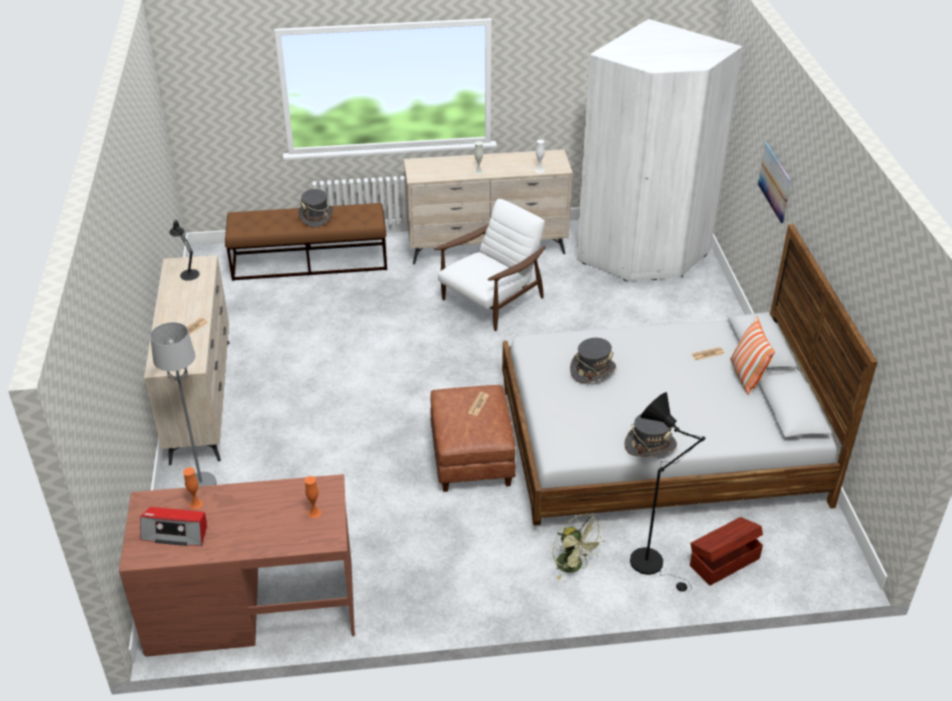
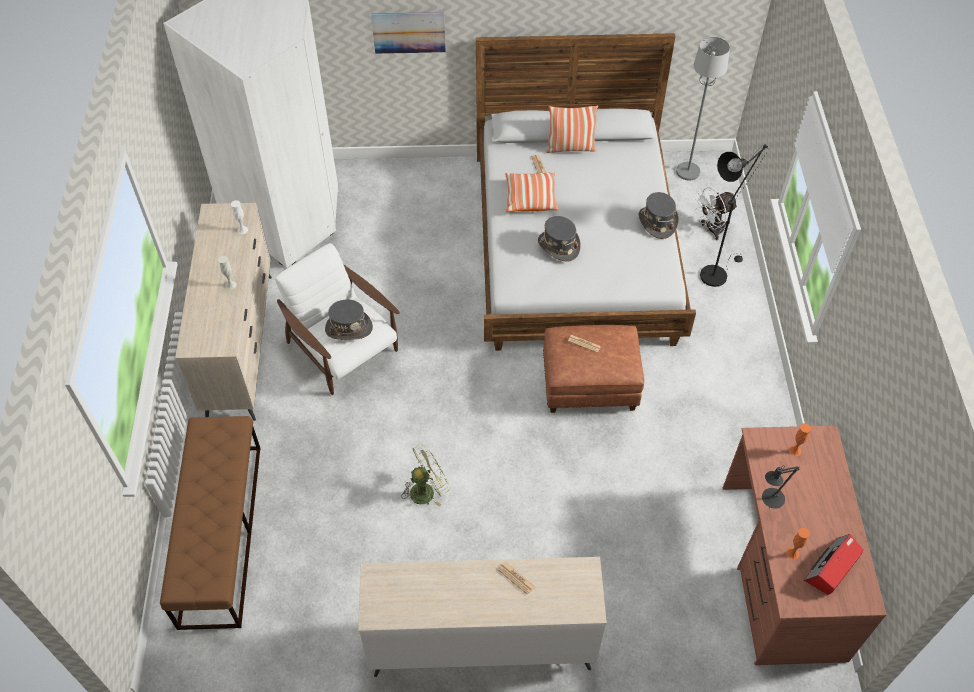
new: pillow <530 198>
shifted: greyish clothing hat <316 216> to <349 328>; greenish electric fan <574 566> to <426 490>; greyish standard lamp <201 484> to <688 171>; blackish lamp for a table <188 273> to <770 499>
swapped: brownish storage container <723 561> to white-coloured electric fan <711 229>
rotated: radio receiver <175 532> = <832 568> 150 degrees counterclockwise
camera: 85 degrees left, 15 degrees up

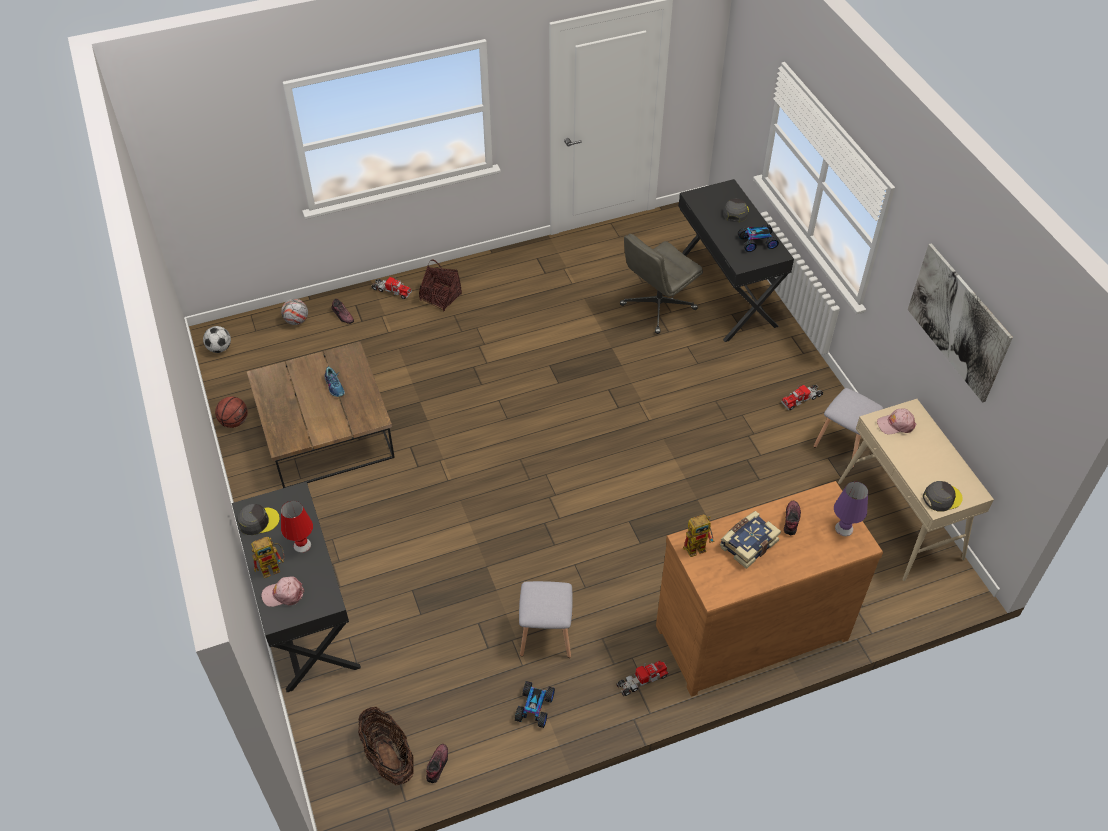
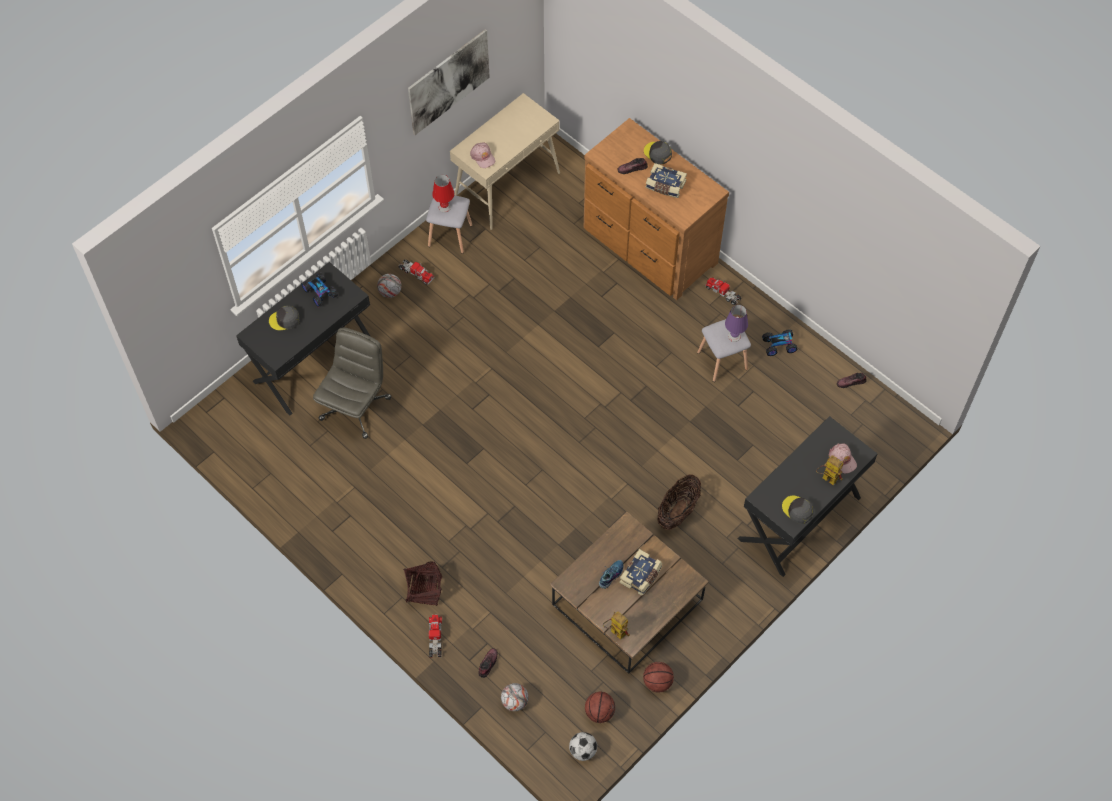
new: football ball <390 292>; basketball ball <599 712>; volume <641 576>
shifted: reddish lamp for a table <302 545> to <444 207>; toy robot <698 546> to <615 631>; greyish peaked cap <941 498> to <657 153>; household basket <388 757> to <677 511>; purple-coloured lamp for a table <844 528> to <734 336>
rotated: greyish office chair <657 307> = <355 407> 90 degrees counterclockwise
camera: 115 degrees left, 10 degrees up

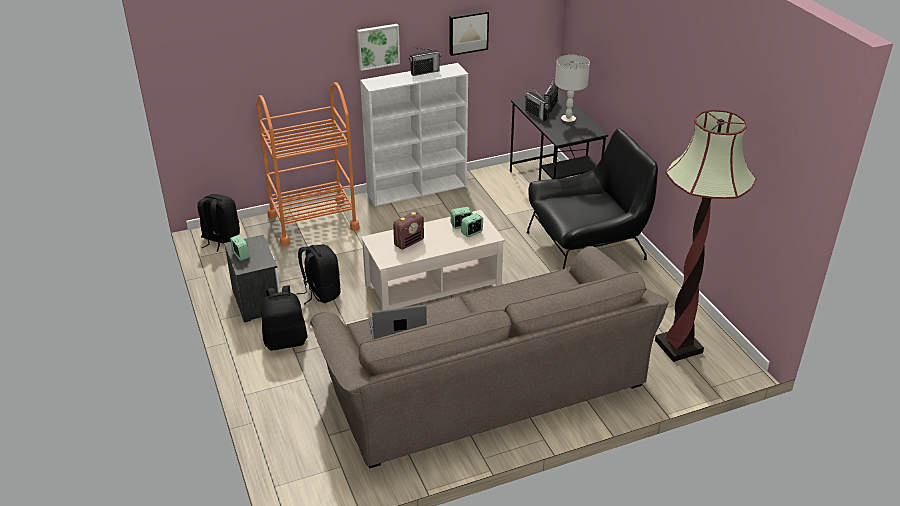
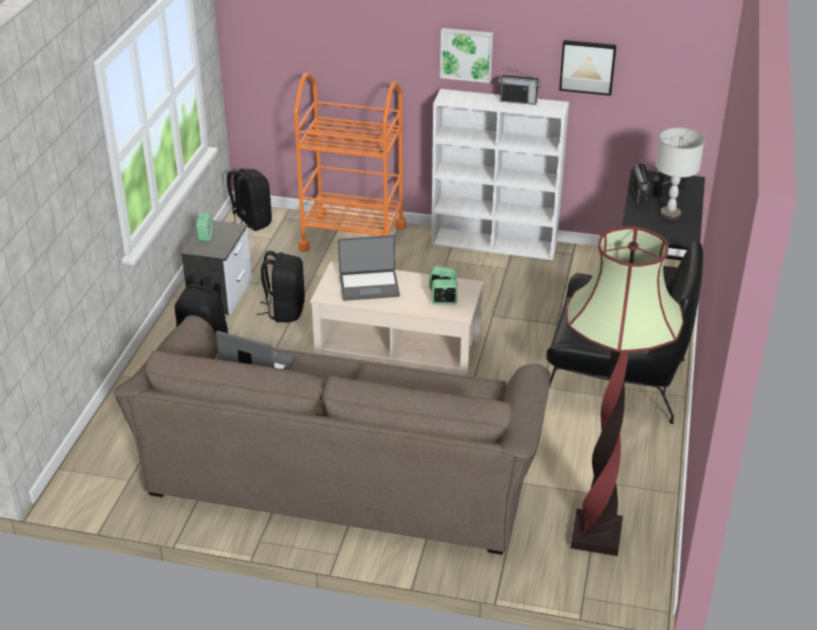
swapped: radio receiver <409 242> to portable computer <369 286>
camera: 35 degrees right, 0 degrees up

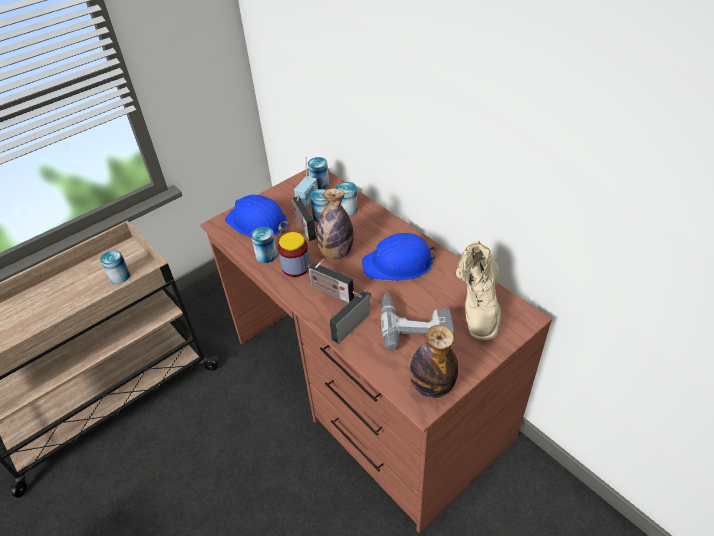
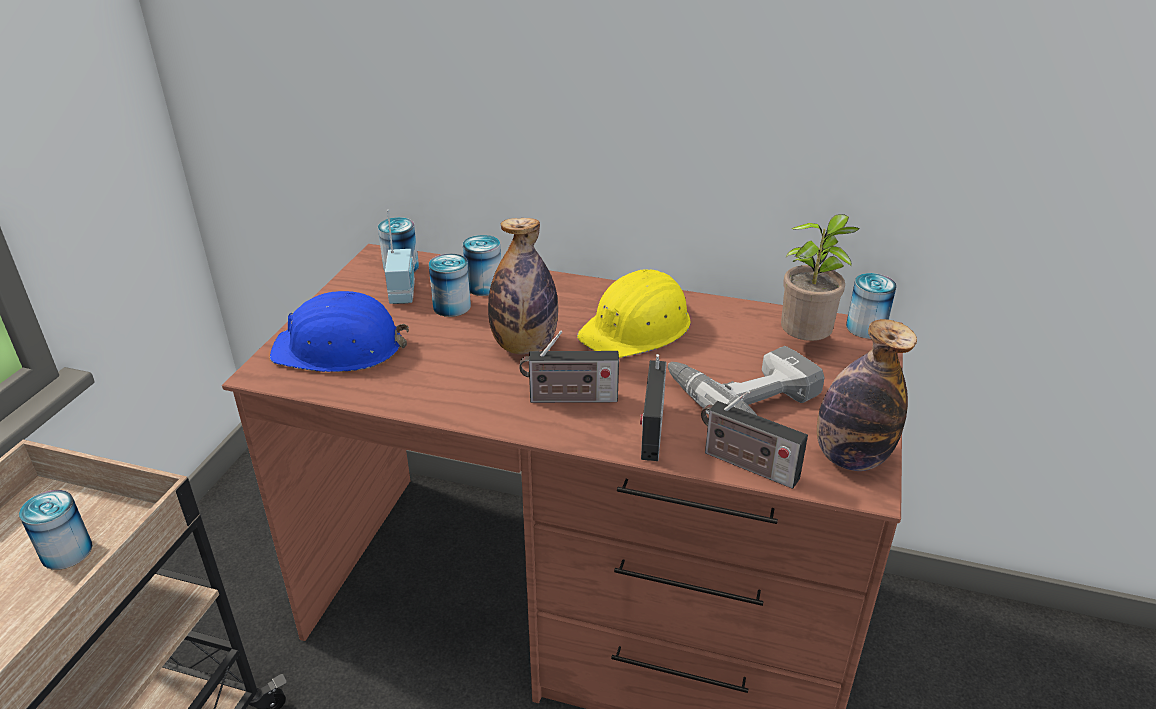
gone: preserve jar <296 267>
shifted: radio receiver <304 226> to <746 465>; metal can <266 255> to <866 327>
swapped: beige high-top boot <479 309> to houseplant <806 344>
repainted: bluish work helmet <399 264> to yellow-coloured work helmet <637 328>
camera: 35 degrees left, 10 degrees down

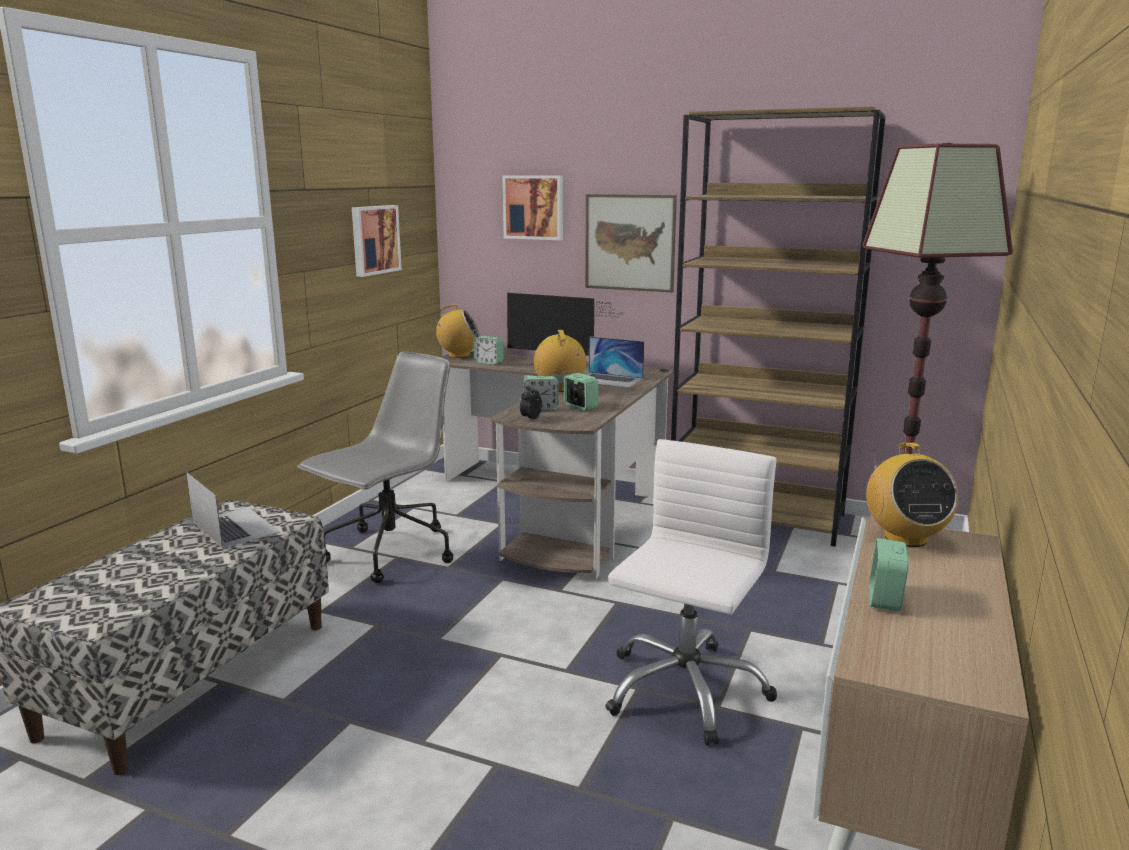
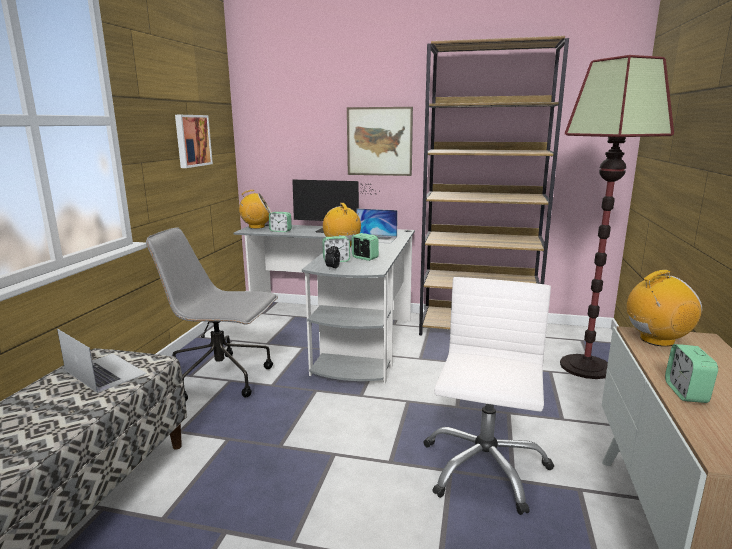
gone: wall picture <534 207>
repainted: brownish desk table <560 507> to greyish desk table <341 331>
rotated: greyish office chair <389 554> = <223 378> 105 degrees counterclockwise; radio receiver <905 538> = <656 340> 90 degrees counterclockwise
camera: 10 degrees left, 0 degrees up

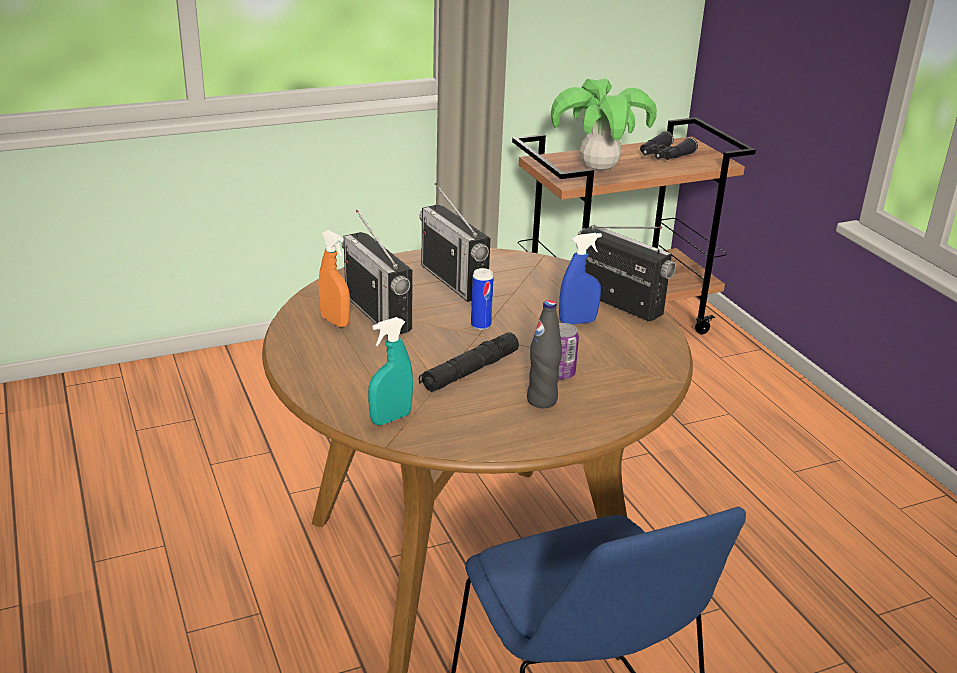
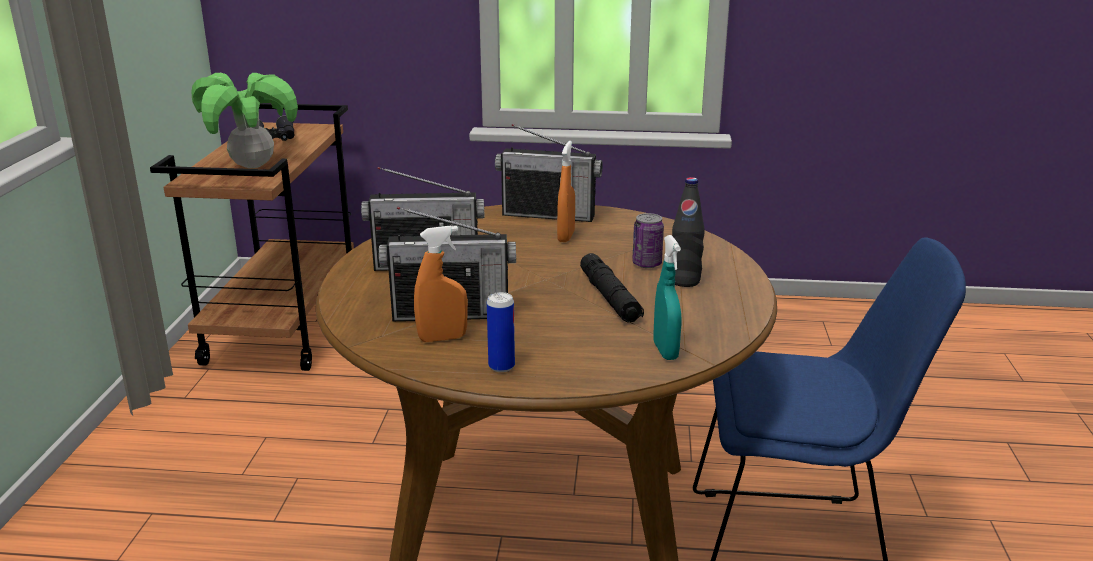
shifted: metal can <481 325> to <501 366>
repainted: bluish sprayer <577 322> to orangey sprayer <566 236>
rotated: radio receiver <617 302> = <548 215> 150 degrees counterclockwise
camera: 60 degrees left, 5 degrees down

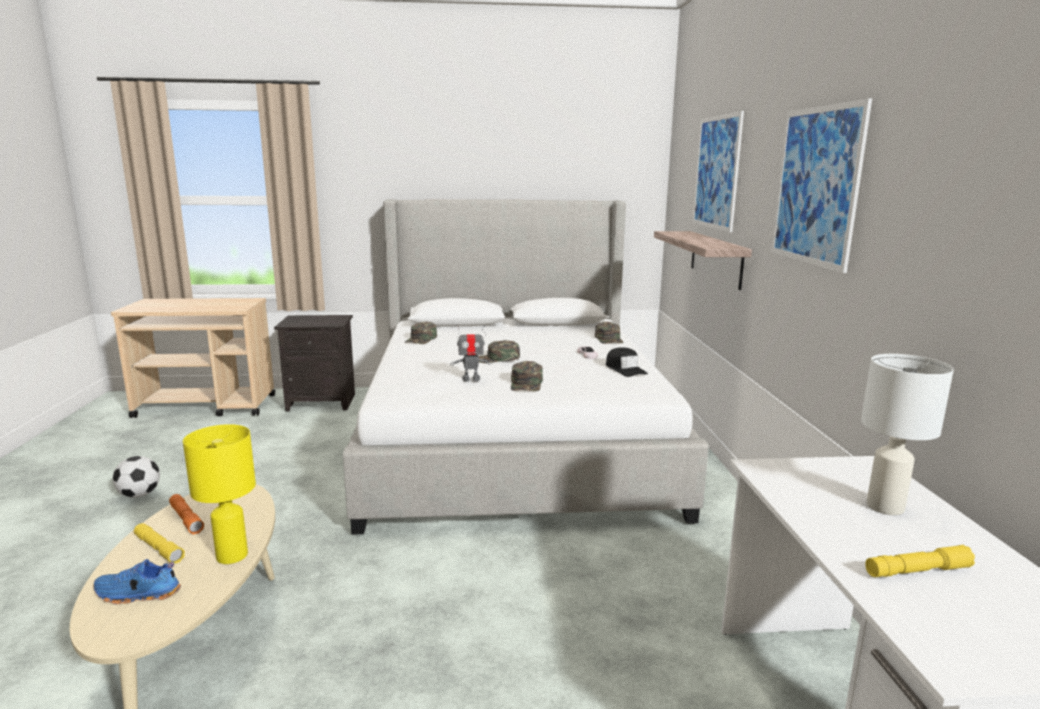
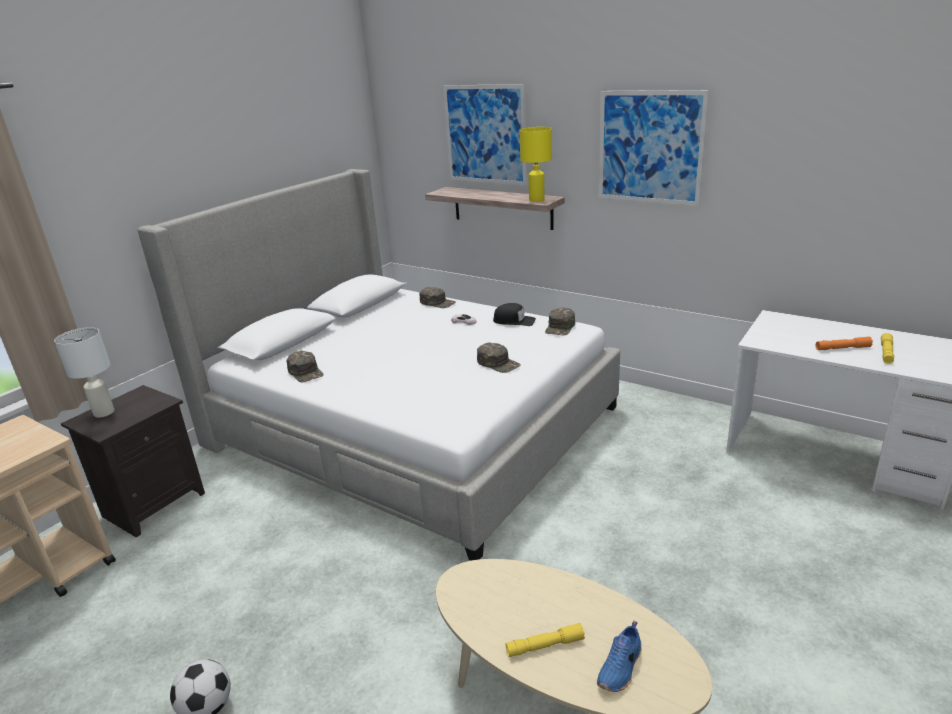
gone: toy robot <471 379>
shifted: white-coloured lamp for a table <884 506> to <103 413>; yellow-coloured lamp for a table <233 555> to <536 199>; greenish peaked cap <496 358> to <560 327>; orangey flashlight <186 519> to <842 348>
camera: 50 degrees left, 10 degrees up

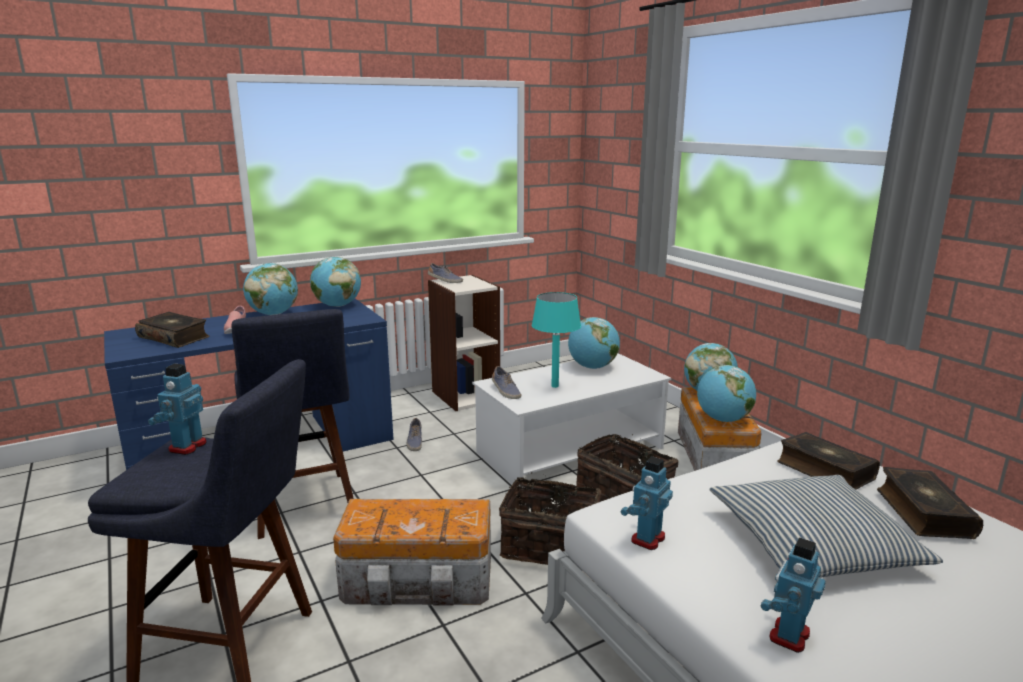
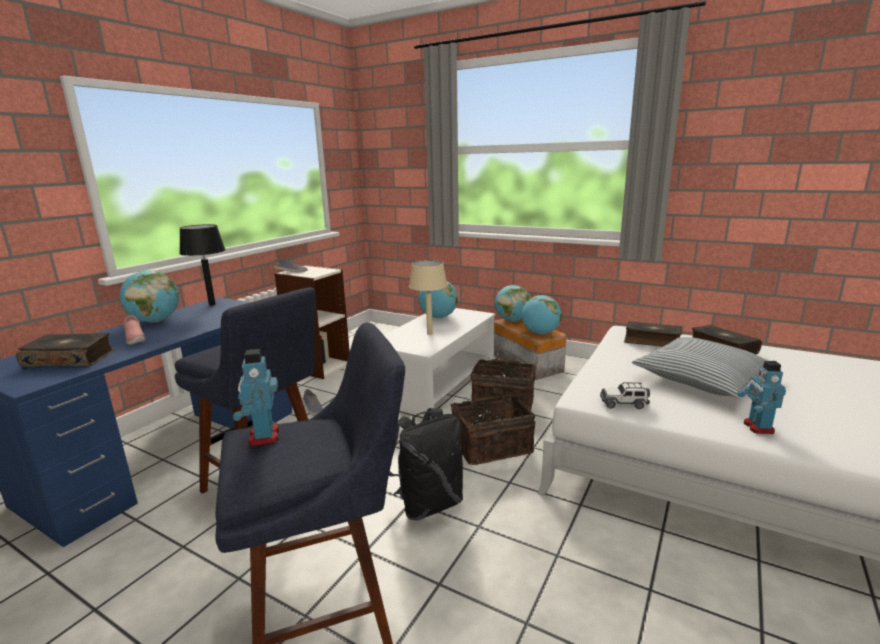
gone: low shoe <505 391>
swapped: globe <337 306> to blackish lamp for a table <212 304>; storage container <420 580> to blackish backpack <428 504>; toy robot <647 539> to miniature car <623 403>
repainted: blue-green lamp for a table <554 386> to beige lamp for a table <429 334>
camera: 30 degrees left, 0 degrees up

